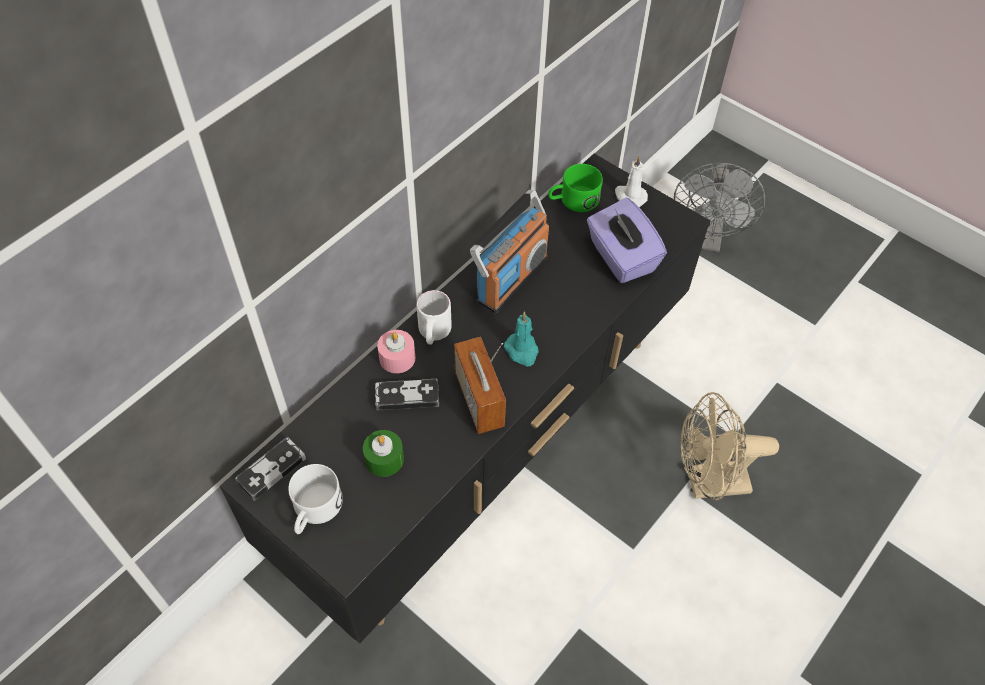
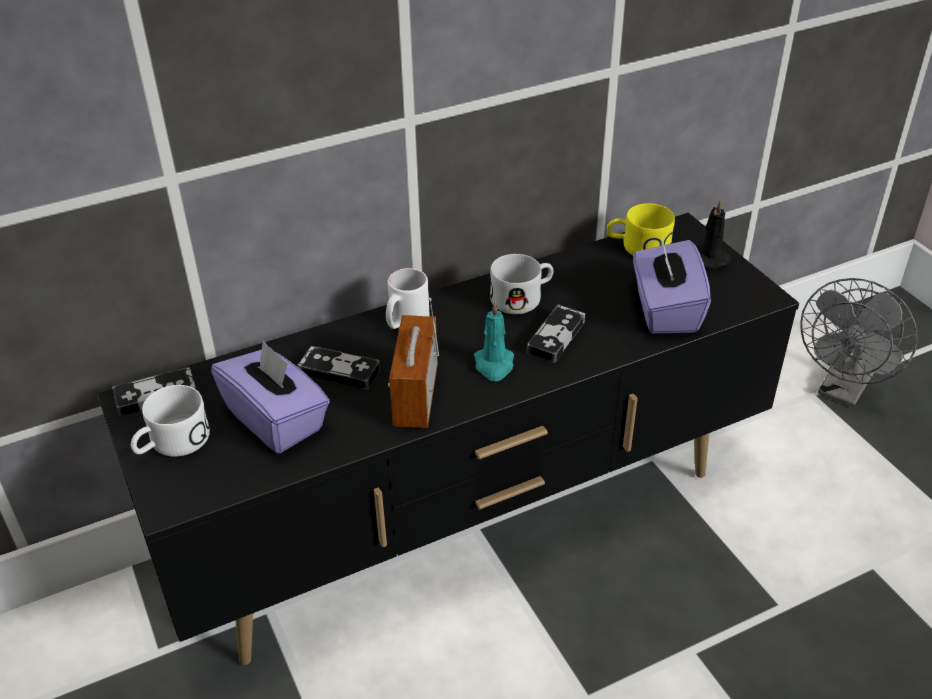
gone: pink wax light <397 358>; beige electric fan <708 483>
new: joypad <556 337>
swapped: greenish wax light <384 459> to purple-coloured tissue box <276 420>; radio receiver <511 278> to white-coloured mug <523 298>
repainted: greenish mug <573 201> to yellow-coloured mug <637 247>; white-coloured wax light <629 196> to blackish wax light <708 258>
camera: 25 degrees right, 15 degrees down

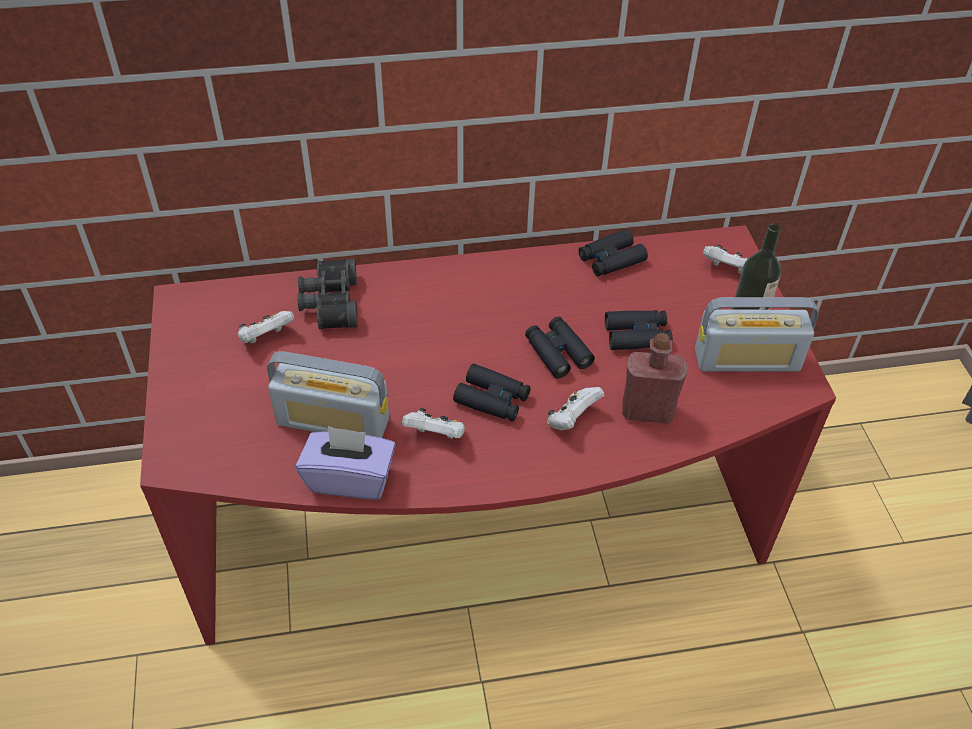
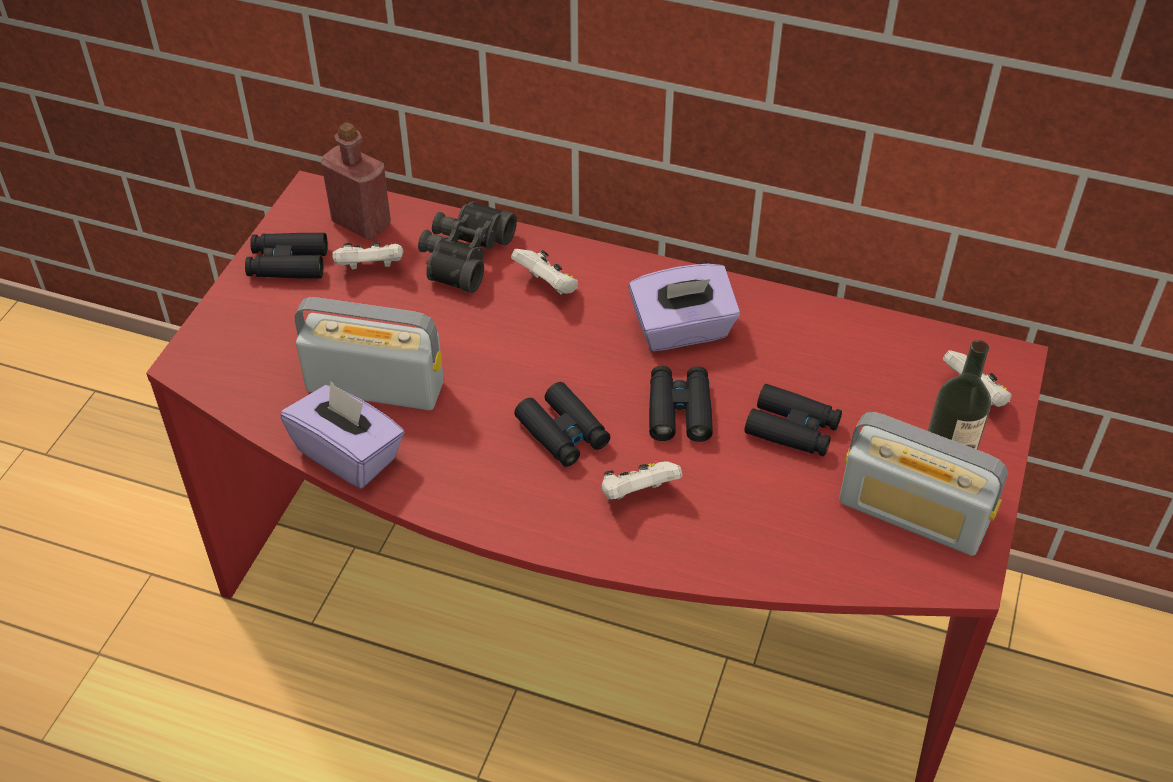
new: purple-coloured tissue box <682 330>
shifted: blackish pair of binoculars <611 259> to <288 263>; reddish drink bottle <647 411> to <361 223>; white-coloured joypad <436 436> to <547 286>
rotated: radio receiver <333 422> = <374 386> 150 degrees clockwise
camera: 30 degrees right, 0 degrees up

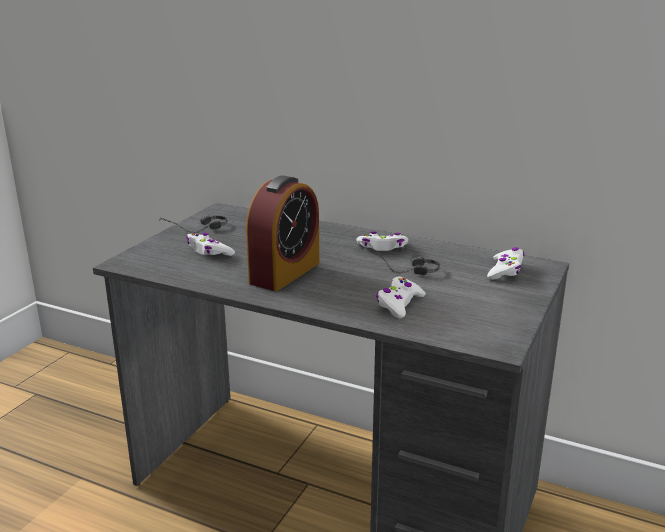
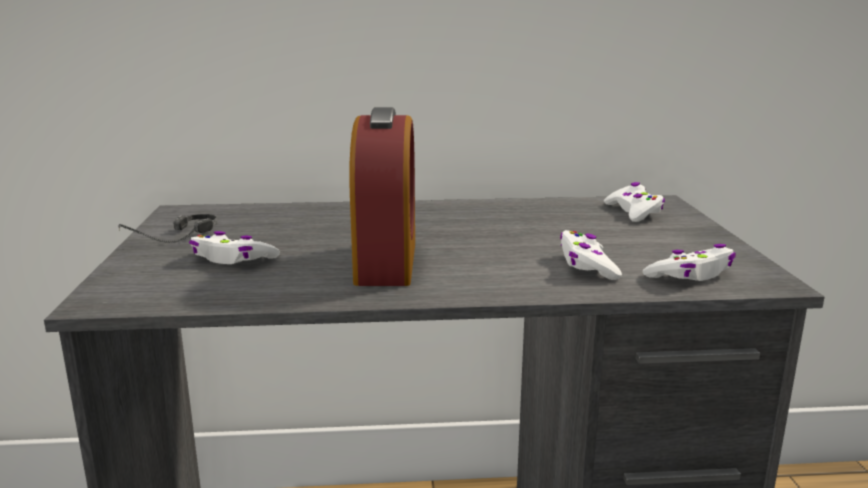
gone: headset <400 270>
shifted: white-coloured joypad <382 247> to <691 275>
camera: 30 degrees left, 5 degrees down

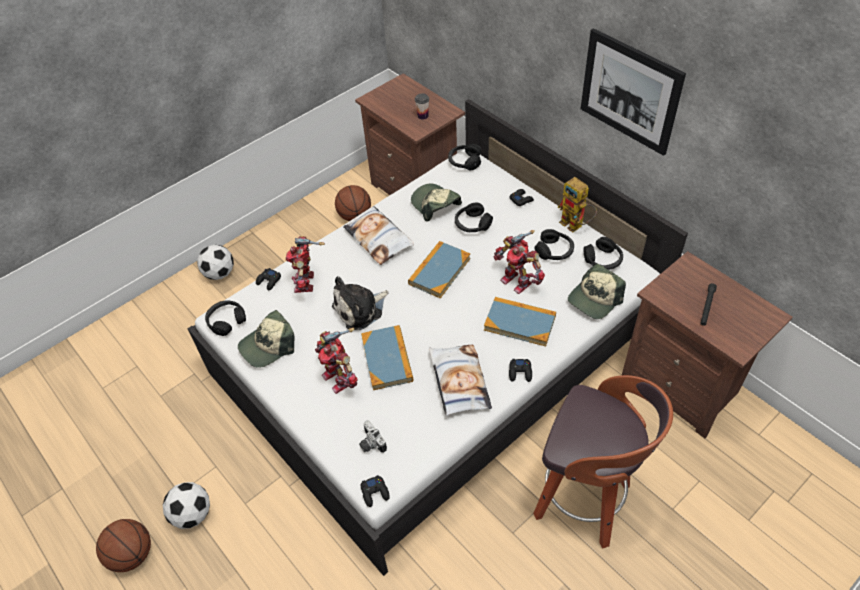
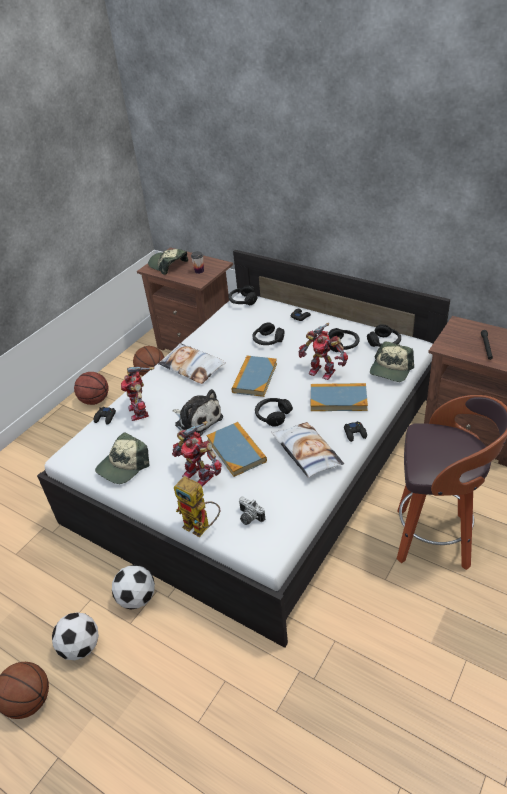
gone: blackish joypad <375 492>; wall picture <630 91>
new: basketball ball <95 400>
shifted: football ball <220 273> to <137 598>; peaked cap <435 205> to <168 265>; toy robot <575 225> to <202 527>; blackish headset <226 321> to <272 415>
rotated: soft toy <360 309> = <197 420> 90 degrees counterclockwise
camera: 15 degrees left, 10 degrees down

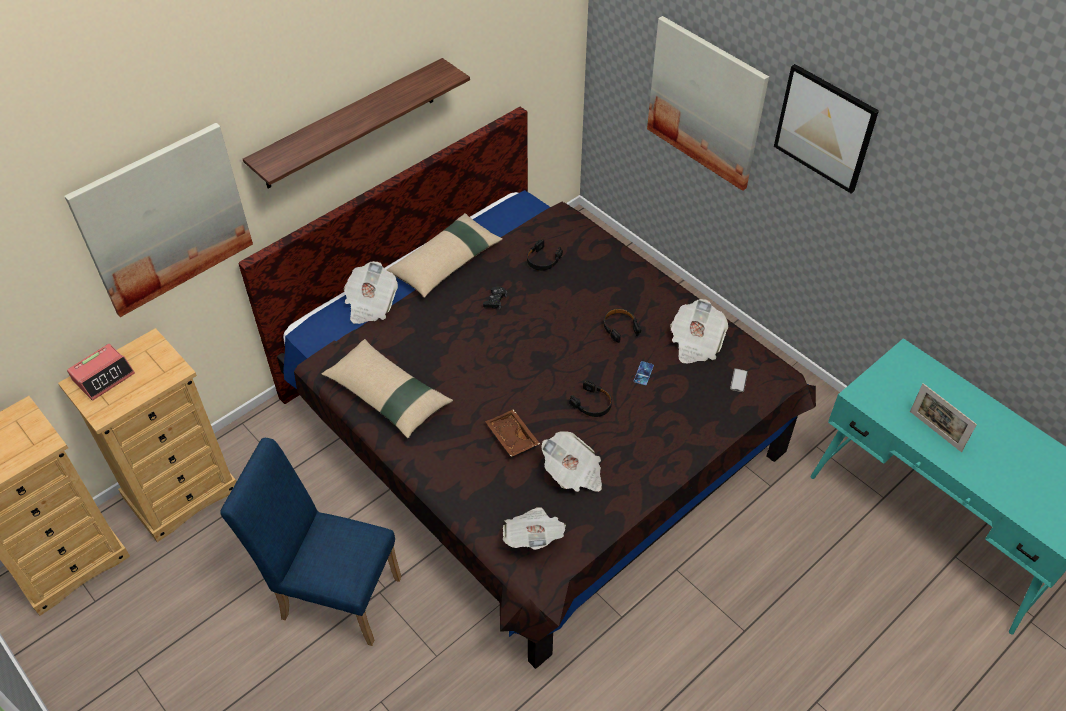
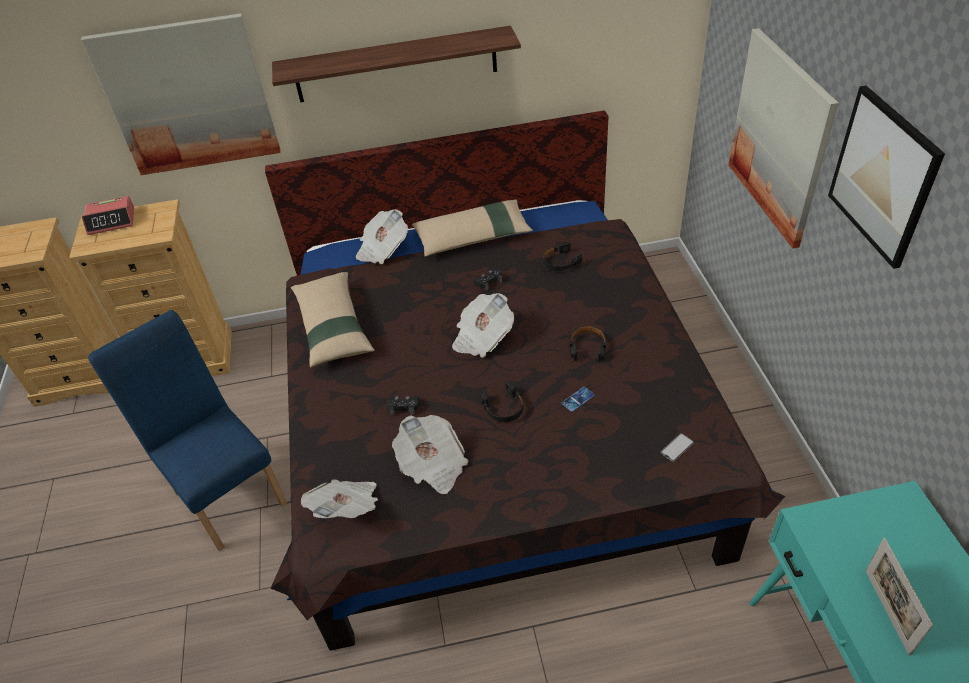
shifted: printed paper <695 343> to <482 338>
swapped: brownish carrying tray <511 438> to blackish joypad <403 407>
camera: 35 degrees right, 5 degrees down

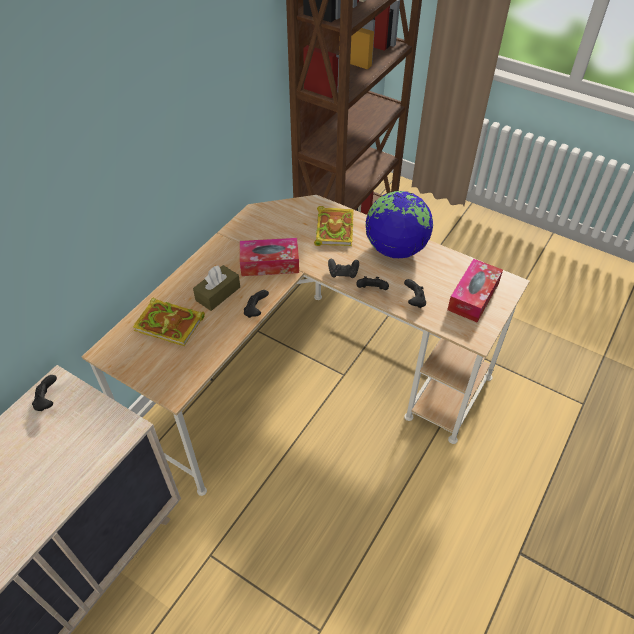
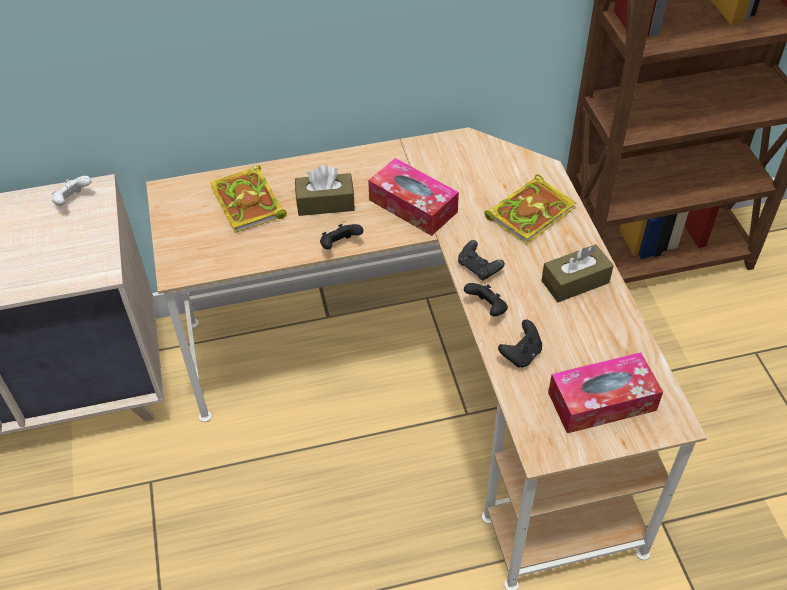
swapped: globe <395 249> to brownish tissue box <575 282>
repainted: blackish joypad <48 401> to white-coloured joypad <73 201>
camera: 45 degrees right, 0 degrees up

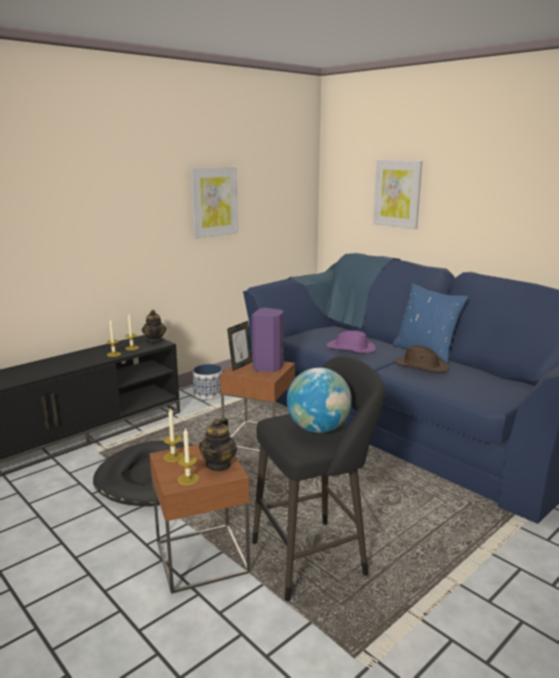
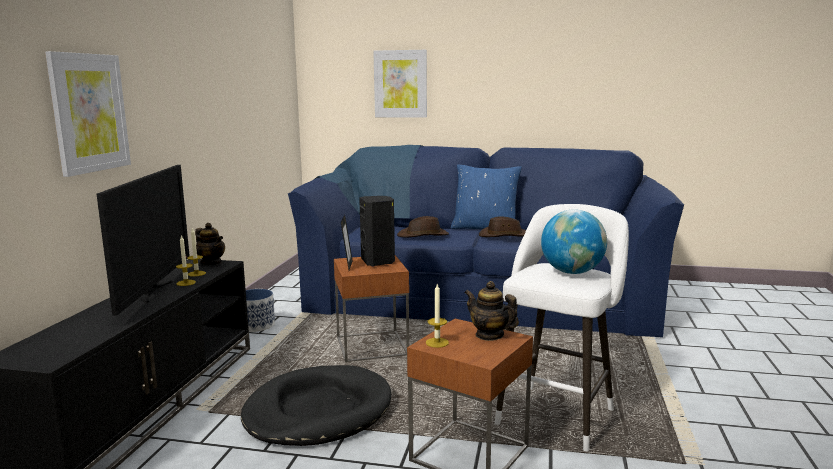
gone: wax light <188 479>
new: television <153 291>
shifted: wall picture <214 202> to <89 113>
repainted: purple-coloured speaker <269 367> to blackish speaker <378 262>; purple-coloured clothing hat <351 348> to brownish clothing hat <423 235>; blackish stool <314 556> to white-coloured stool <558 414>
rotated: tea pot <219 464> = <489 335> 150 degrees clockwise
camera: 35 degrees left, 5 degrees down

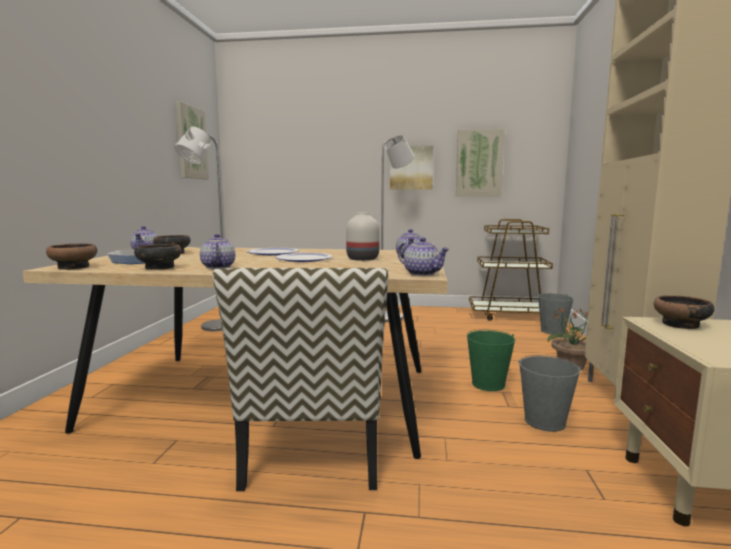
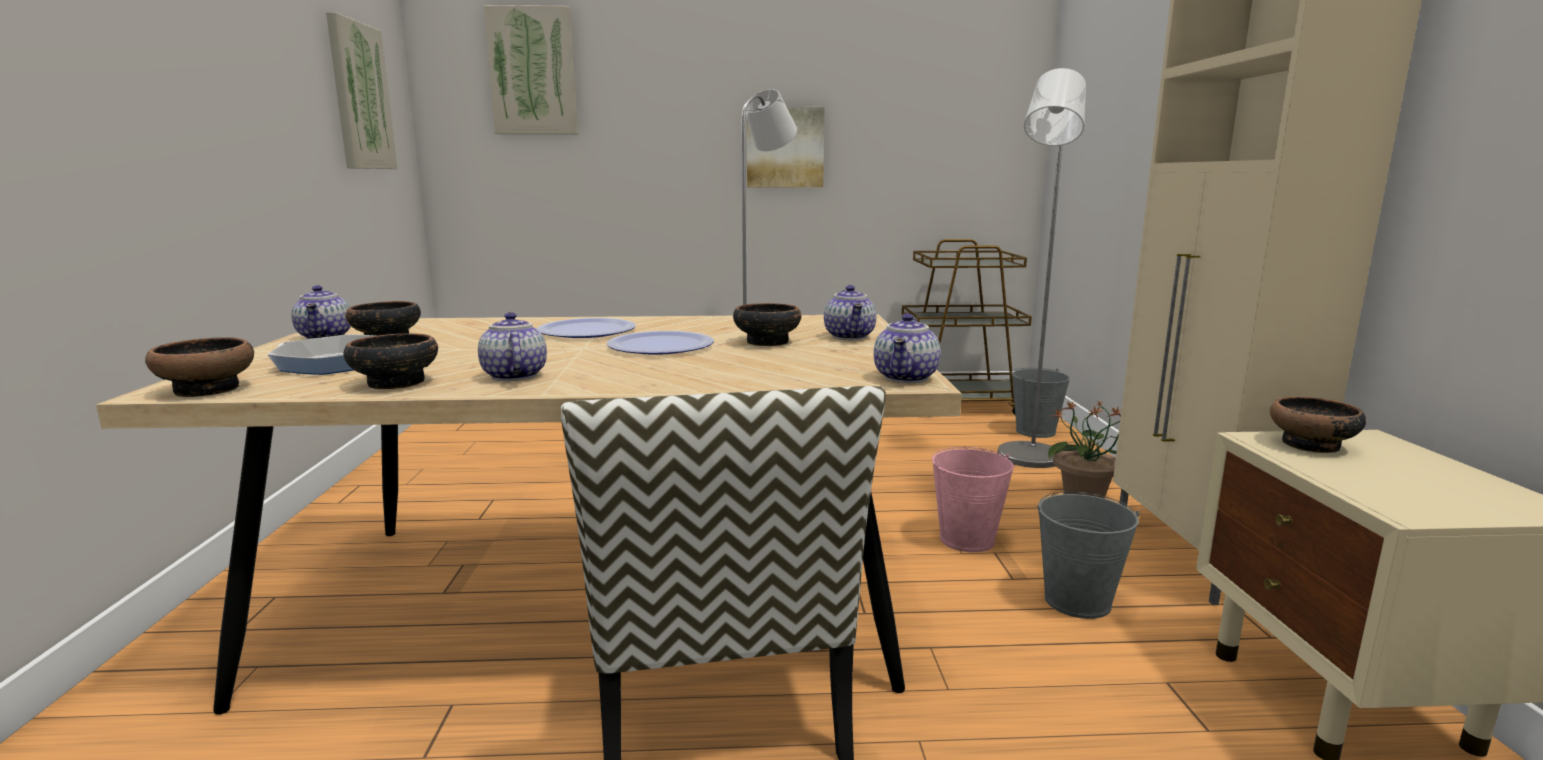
shifted: wall picture <479 163> to <533 71>; greyish standard lamp <212 328> to <1027 460>
swapped: white-coloured vase <361 259> to serving bowl <766 342>
repainted: greenish pail <488 384> to pink pail <967 540>
rotated: tea pot <422 273> = <907 378> 75 degrees clockwise
camera: 10 degrees left, 5 degrees up

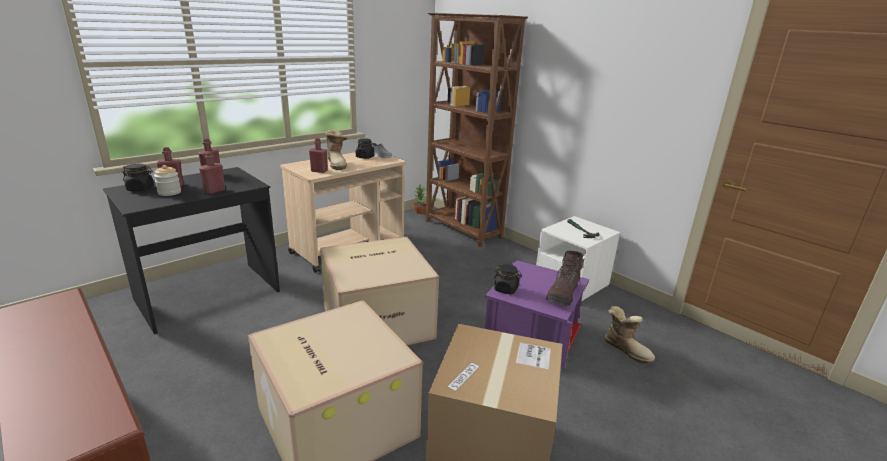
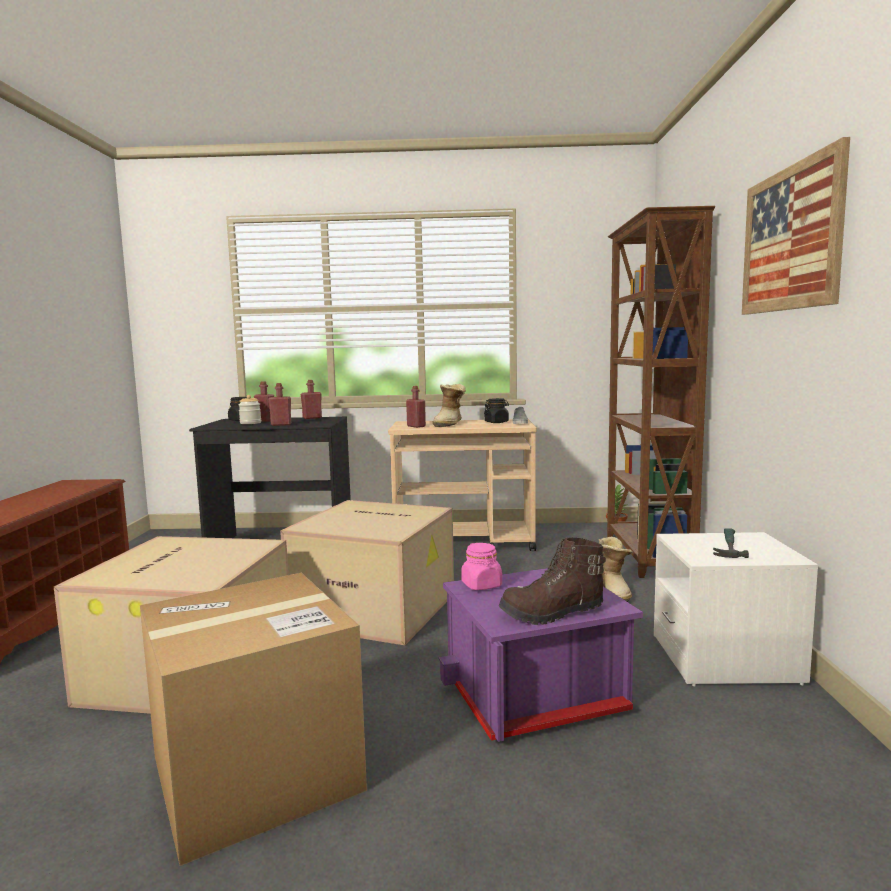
new: wall picture <790 239>
shifted: high-top boot <626 349> to <615 591>
repainted: blackish preserve jar <506 289> to pink preserve jar <481 585>
camera: 45 degrees right, 15 degrees down

